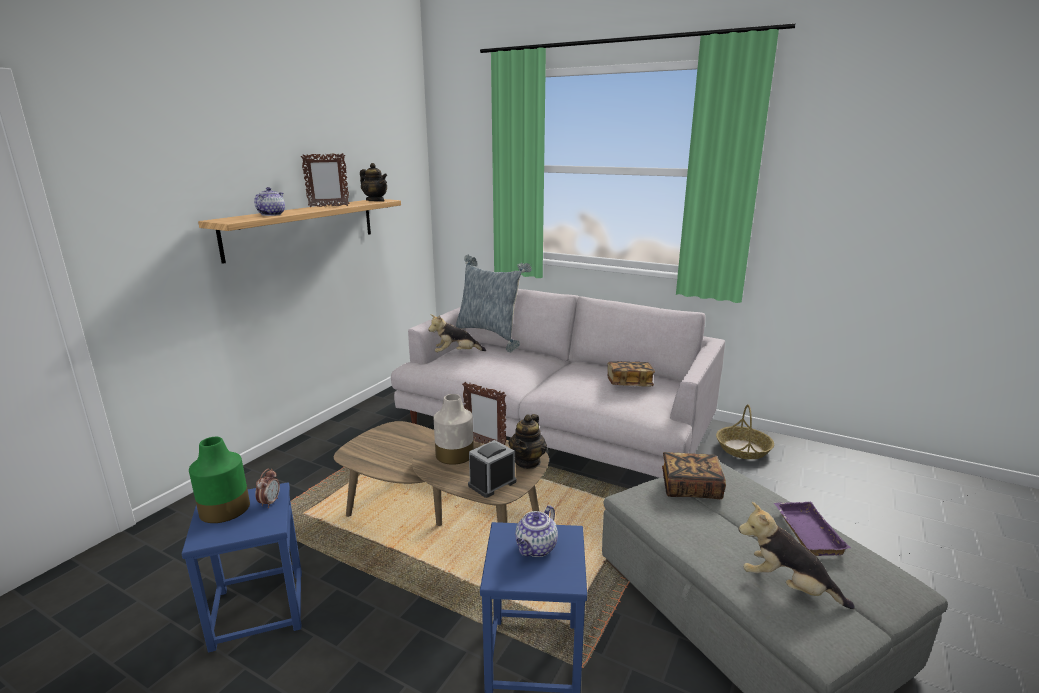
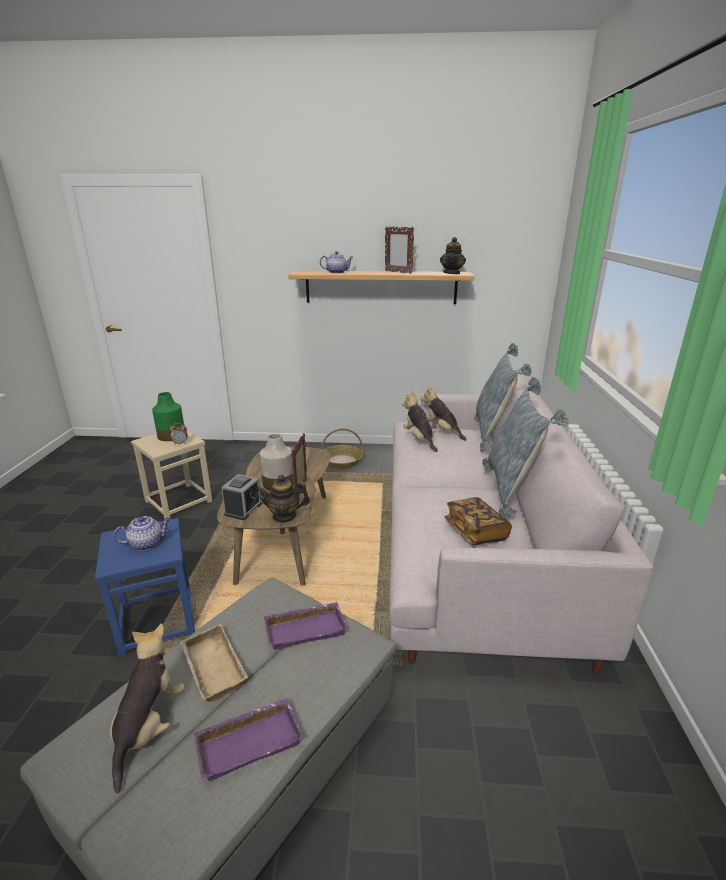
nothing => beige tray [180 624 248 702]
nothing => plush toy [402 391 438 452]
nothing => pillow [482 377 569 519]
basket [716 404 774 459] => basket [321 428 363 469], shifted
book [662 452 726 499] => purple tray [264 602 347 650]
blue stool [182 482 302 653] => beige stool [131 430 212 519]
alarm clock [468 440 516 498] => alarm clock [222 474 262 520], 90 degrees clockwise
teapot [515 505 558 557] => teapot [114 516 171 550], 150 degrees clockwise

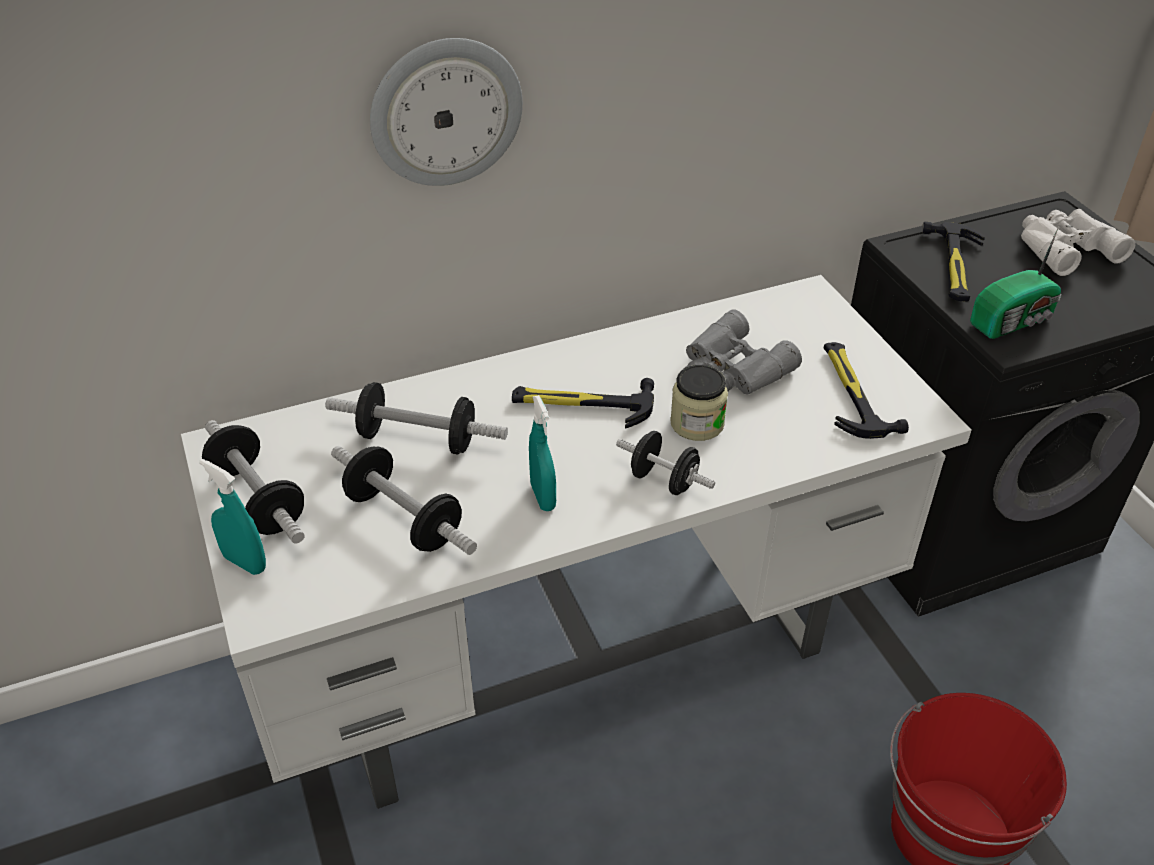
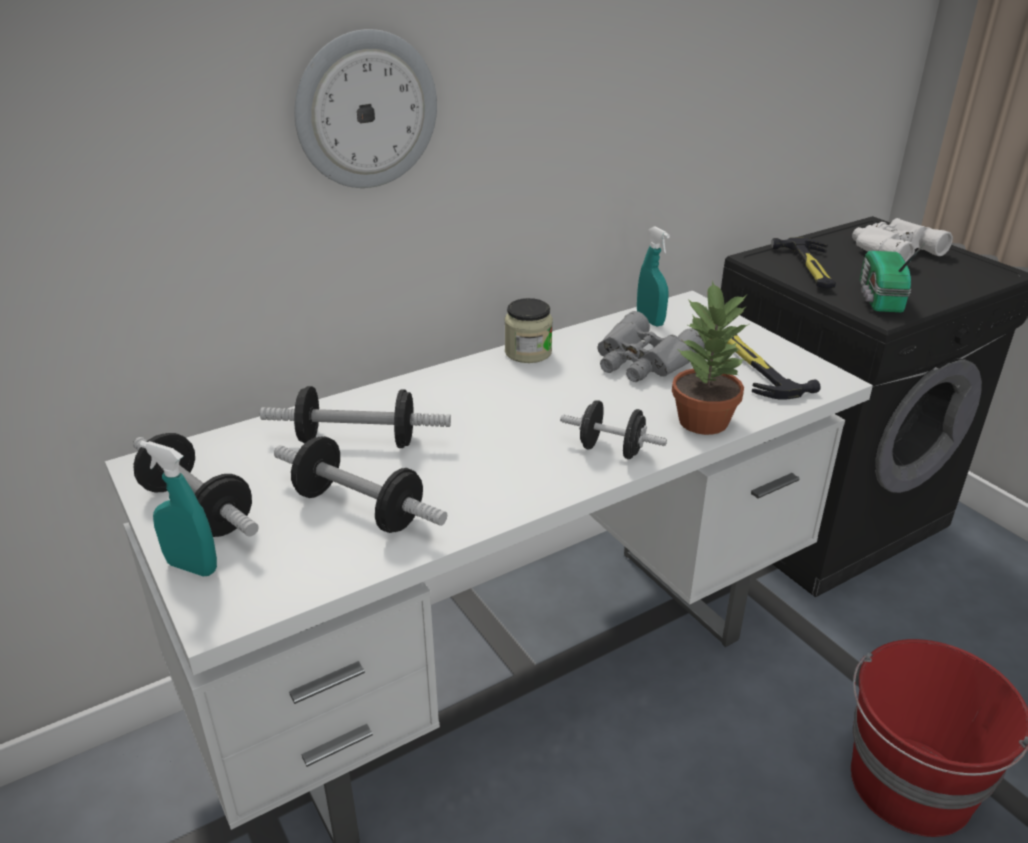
hammer [512 378 654 429] => nothing
nothing => potted plant [672 281 749 435]
turquoise spray bottle [529 395 556 511] => turquoise spray bottle [637 226 670 327], shifted
jar [670 365 728 441] => jar [505 298 553 363], shifted
radio [970 229 1062 339] => radio [860 243 925 312], 135 degrees clockwise

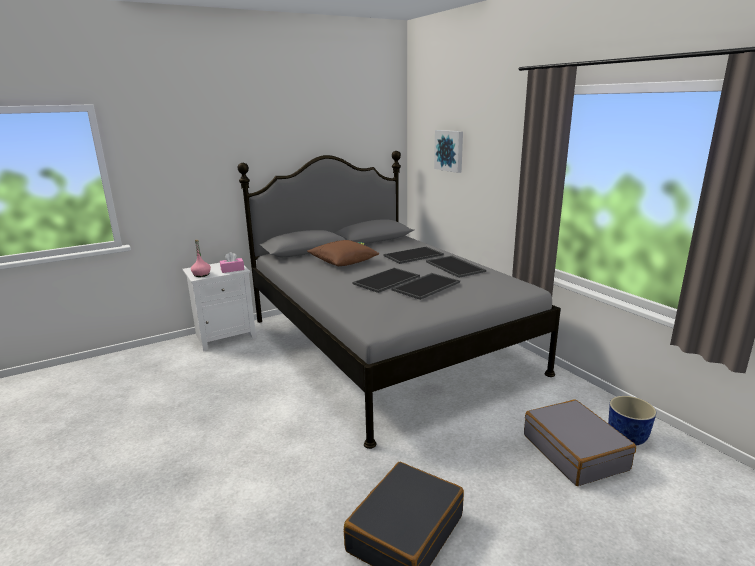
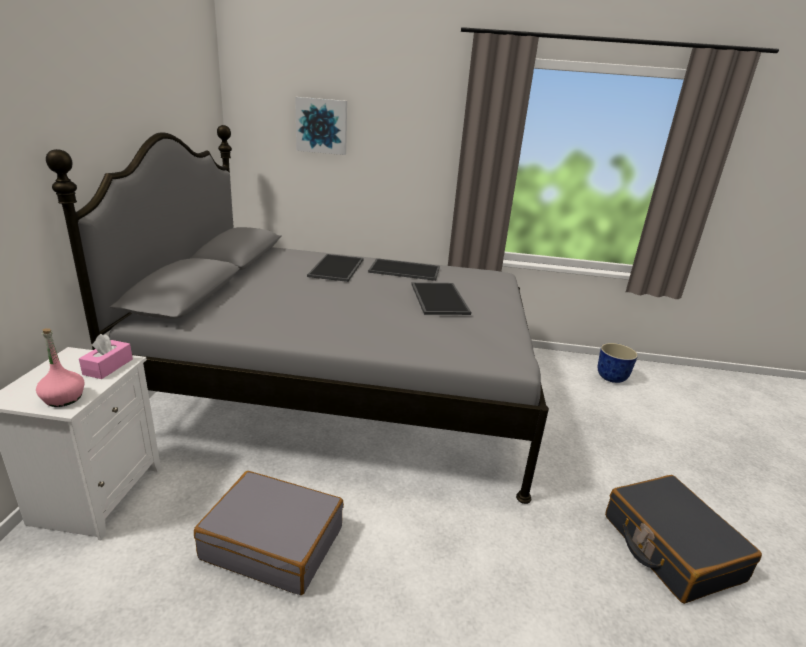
brown pillow [307 240 379 266] => nothing
tray [353 268 420 293] => nothing
grey suitcase [524 399 636 486] => grey suitcase [194 471 344 595], shifted

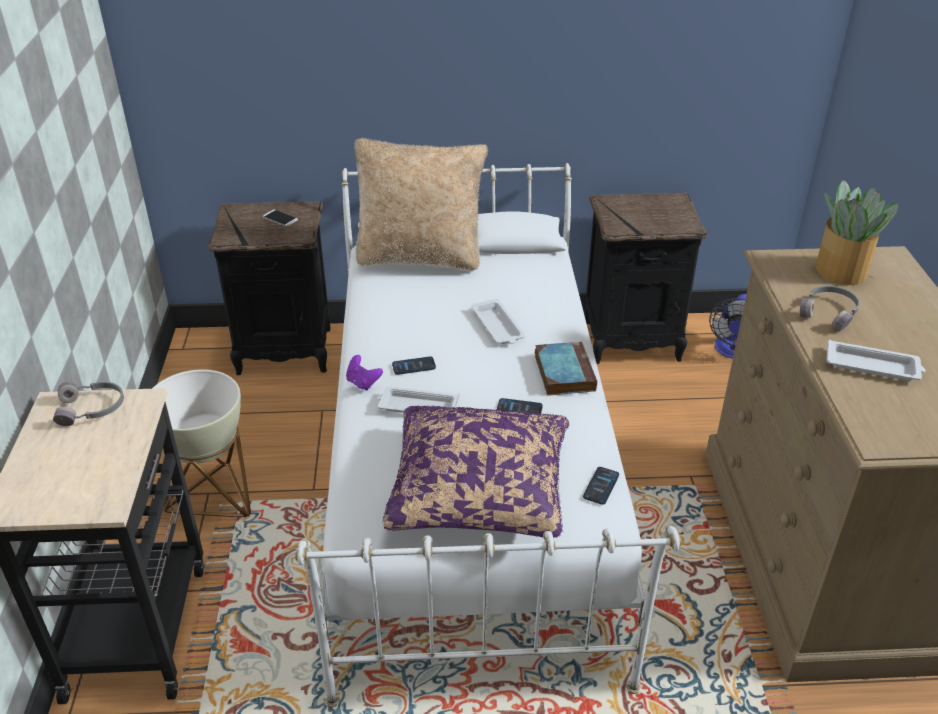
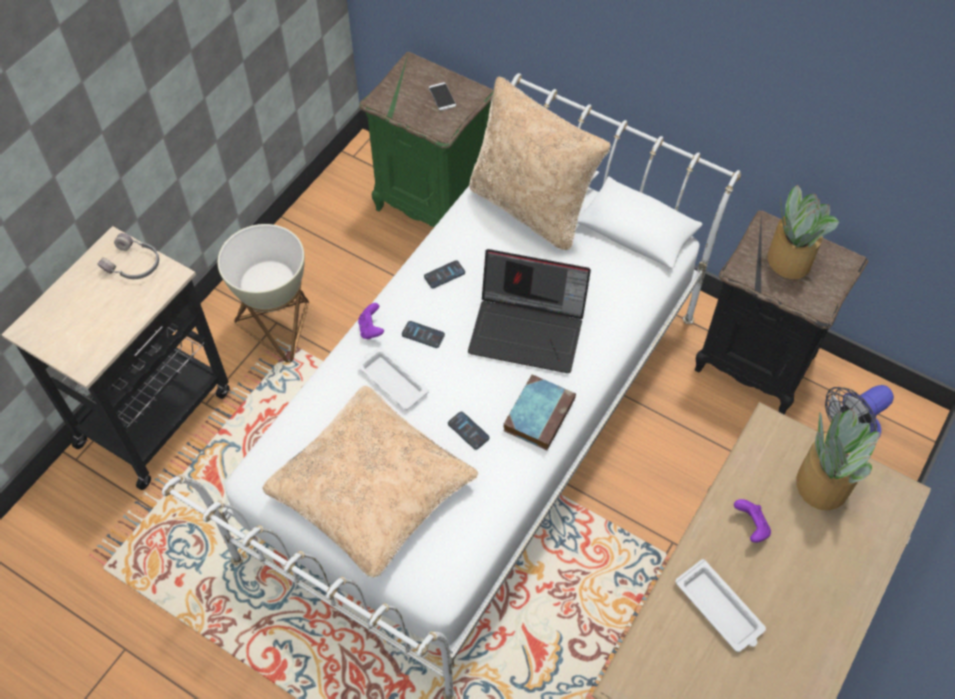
nothing => potted plant [767 185 839 279]
phone [583 467 619 505] => phone [424 260 465 288], shifted
white tray [471 299 525 344] => laptop [468 249 591 373]
grey headphones [800 286 860 331] => purple game controller [734 499 771 543]
black nightstand [207 202 331 375] => green nightstand [359 52 494 227]
purple pillow [382 406 569 537] => beige pillow [262 385 479 578]

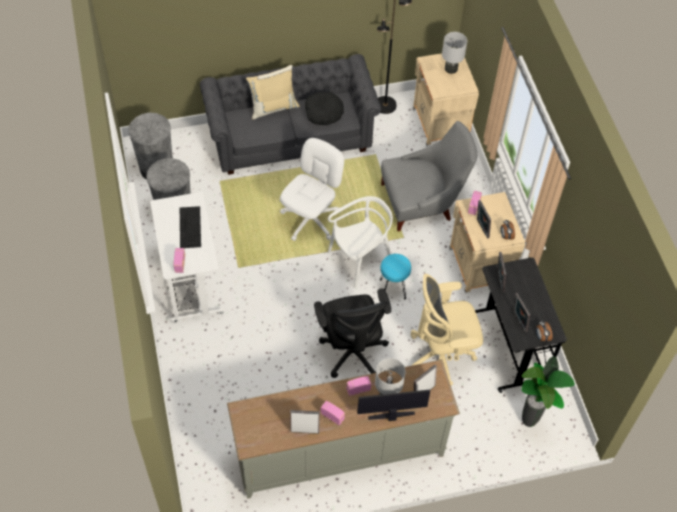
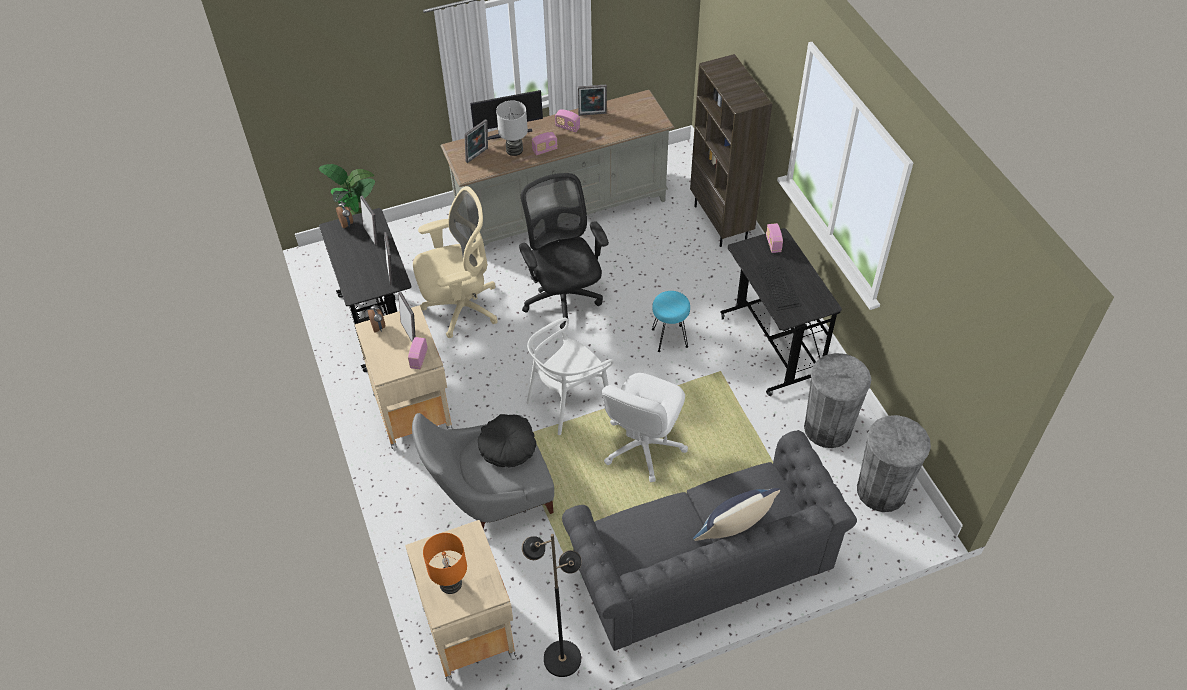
nothing => brown bookcase [690 54 772 247]
black pillow [305 92 344 125] => black pillow [478 414 536 467], shifted
turquoise stool [380 254 411 299] => turquoise stool [652 291 690 352], shifted
white desk [150 192 224 324] => black desk [720 228 842 396]
beige pillow [246 65 300 120] => blue pillow [693 488 780 541]
grey table lamp [442 32 467 74] => orange table lamp [423 533 467 594]

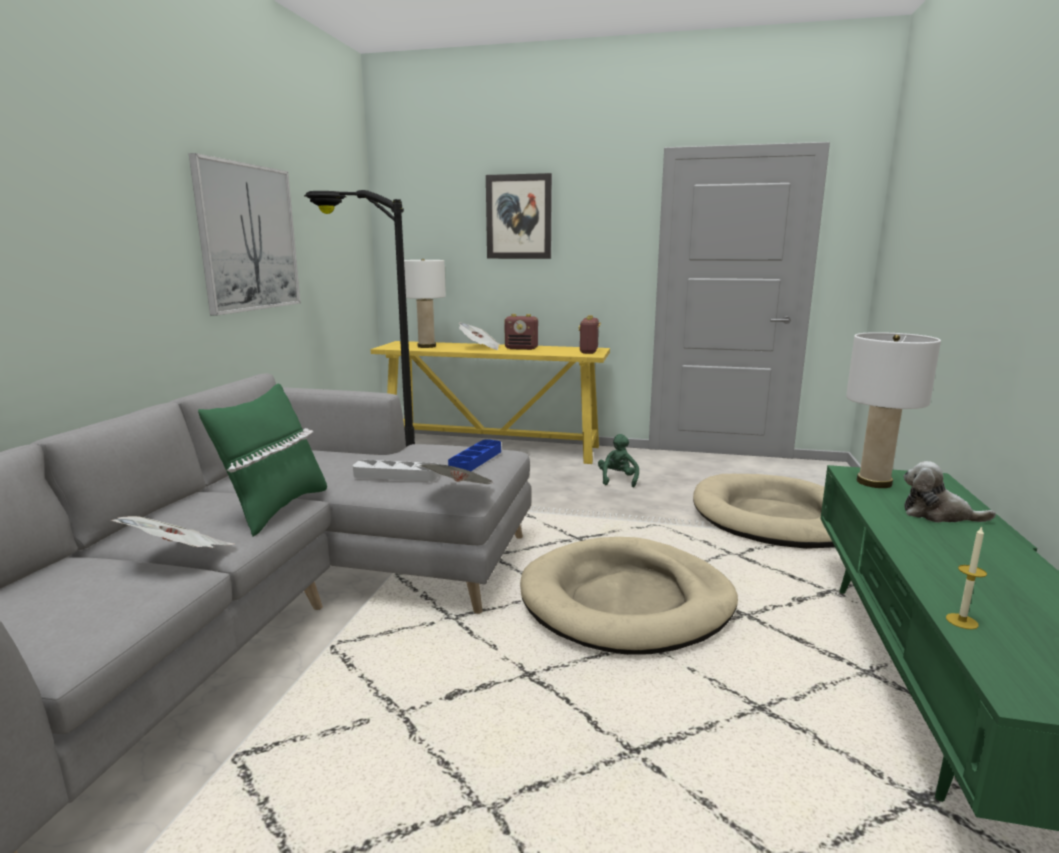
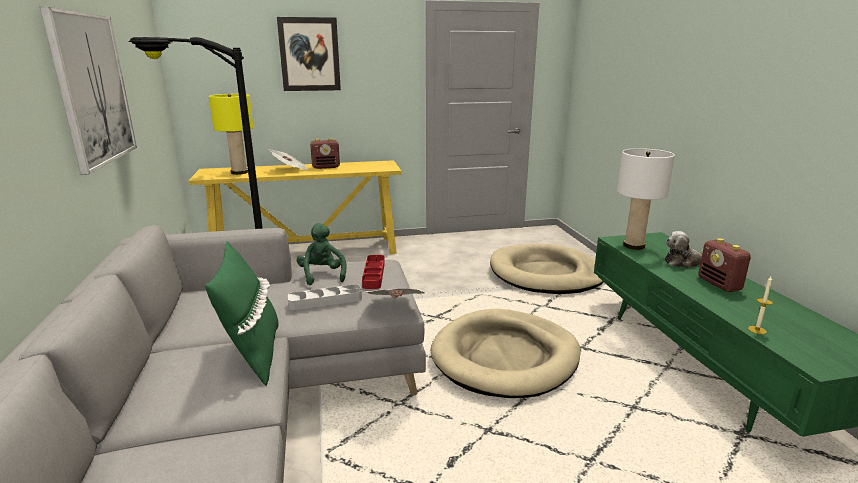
newspaper [111 516 235 548] => nothing
radio [578 315 601 354] => radio [698 238 752 292], shifted
green plush toy [598 434 639 487] => green plush toy [296 223 346 285], shifted
white table lamp [404 259 446 348] => yellow table lamp [209 94 253 175]
blue tray [448 439 501 471] => red tray [362 255 385 289]

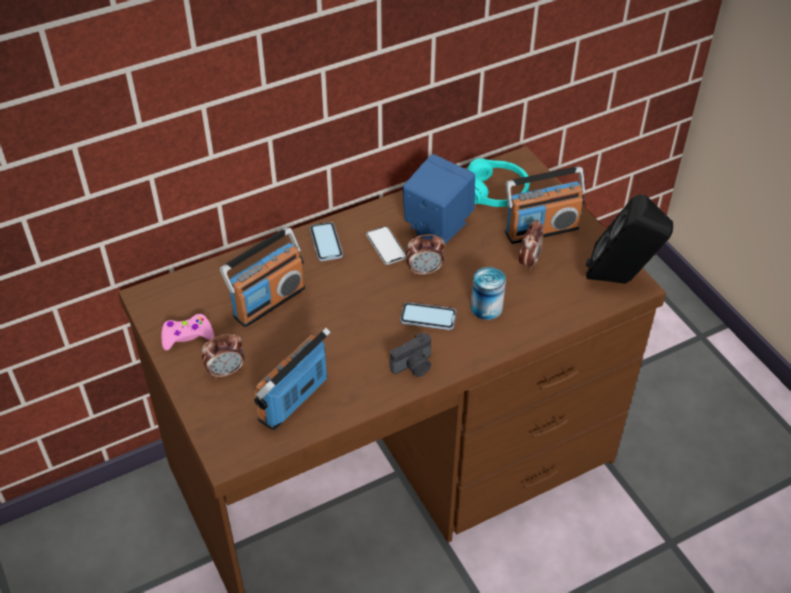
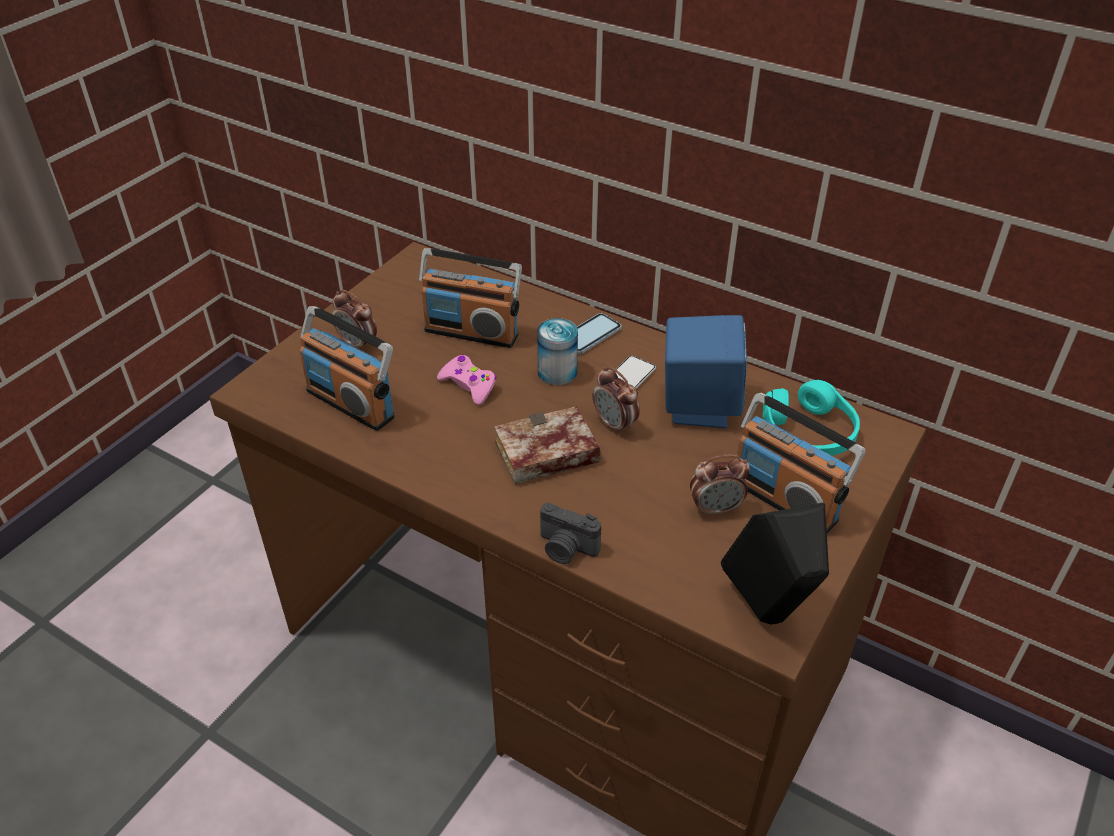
pink game controller [161 314 214 350] => pink game controller [437 355 497 405], shifted
photo camera [390 333 431 377] => photo camera [540 503 601 564], shifted
can [471 267 506 320] => can [537 318 578 385], shifted
phone [400 302 456 330] => book [494 406 601 484]
radio [254 328 331 430] => radio [299 306 395 431], 150 degrees counterclockwise

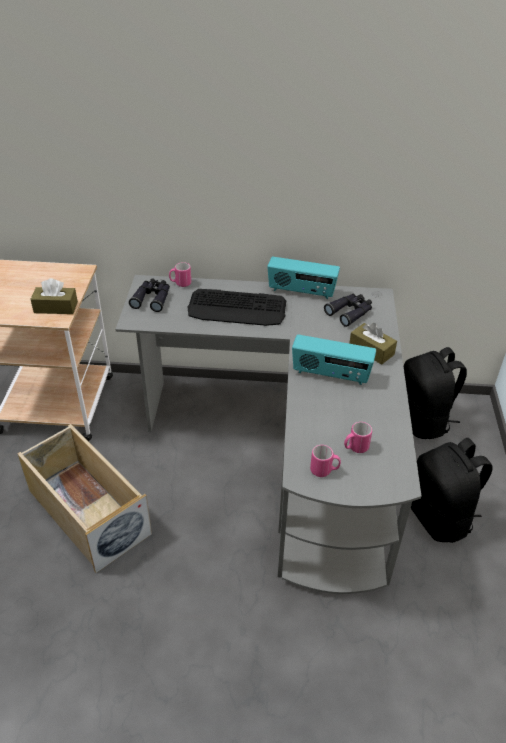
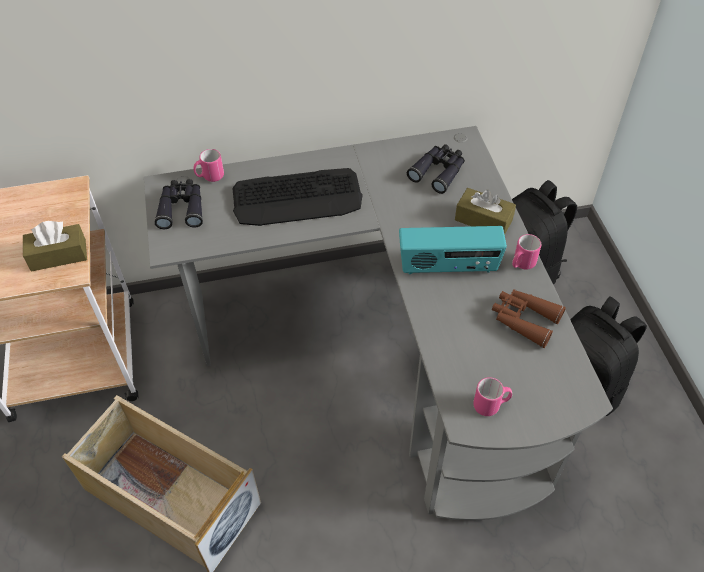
radio [267 257 340 299] => nothing
nothing => brown binoculars [492 289 566 348]
pink mug [344 422 372 453] => pink mug [512 234 541 270], shifted

